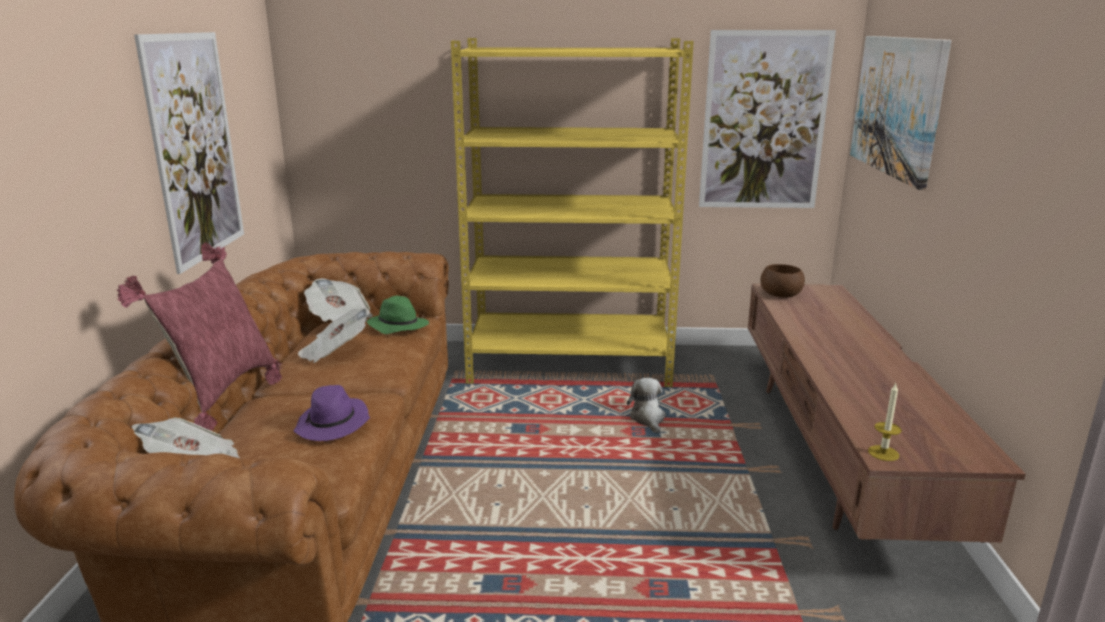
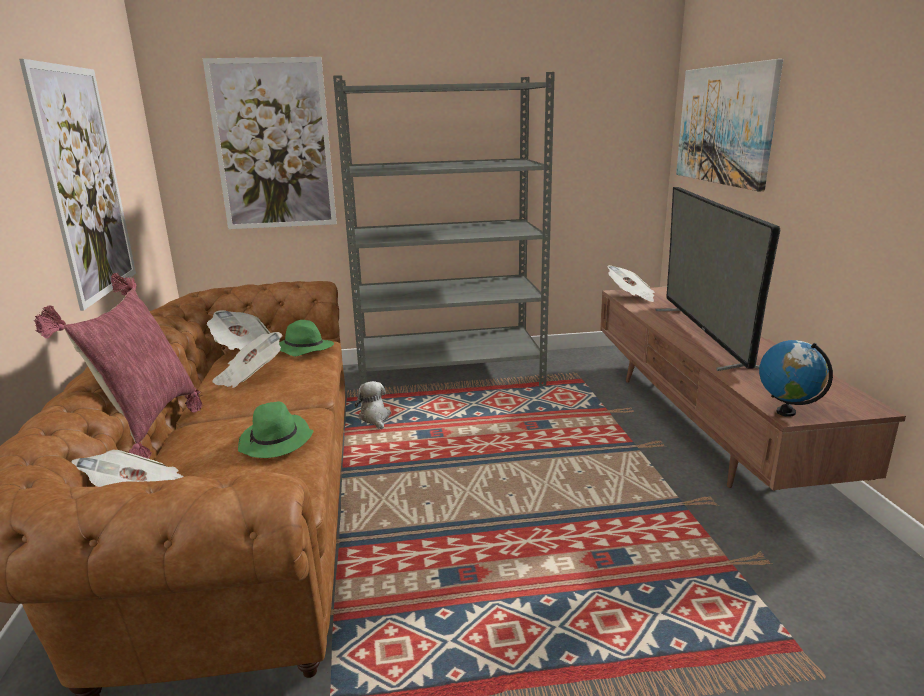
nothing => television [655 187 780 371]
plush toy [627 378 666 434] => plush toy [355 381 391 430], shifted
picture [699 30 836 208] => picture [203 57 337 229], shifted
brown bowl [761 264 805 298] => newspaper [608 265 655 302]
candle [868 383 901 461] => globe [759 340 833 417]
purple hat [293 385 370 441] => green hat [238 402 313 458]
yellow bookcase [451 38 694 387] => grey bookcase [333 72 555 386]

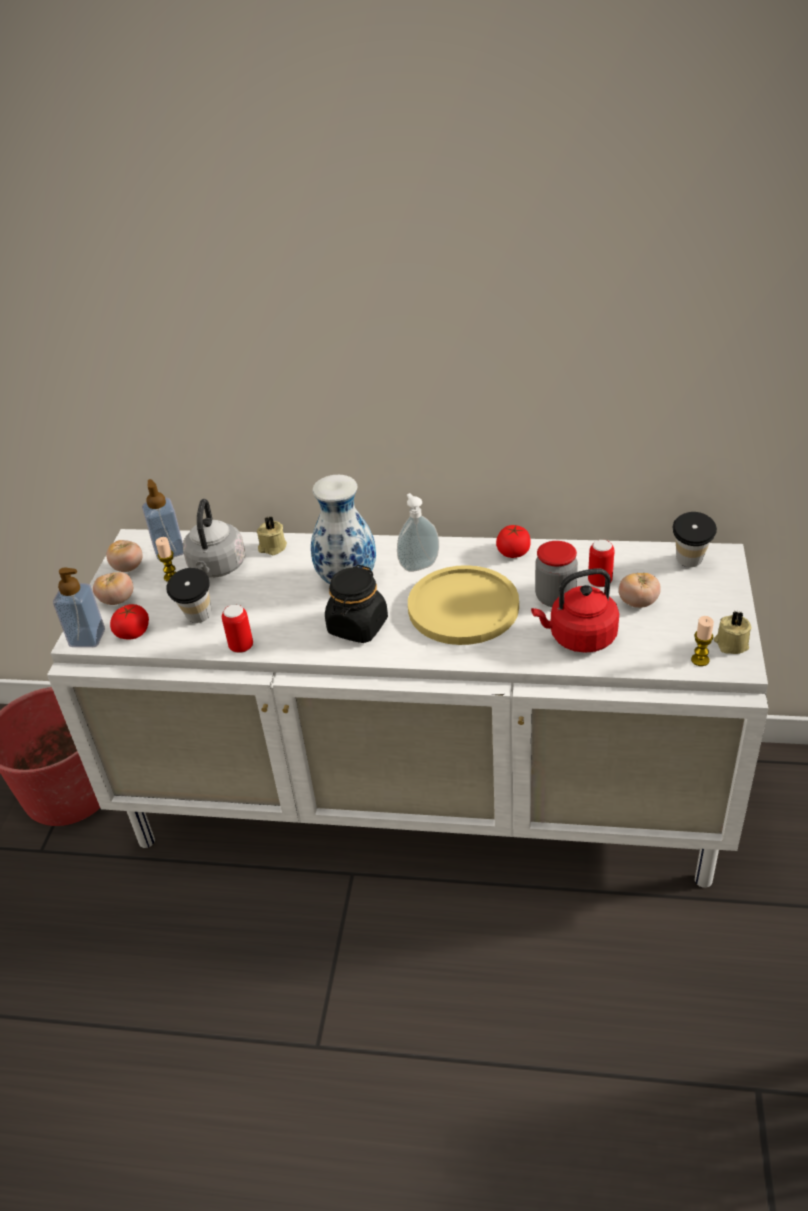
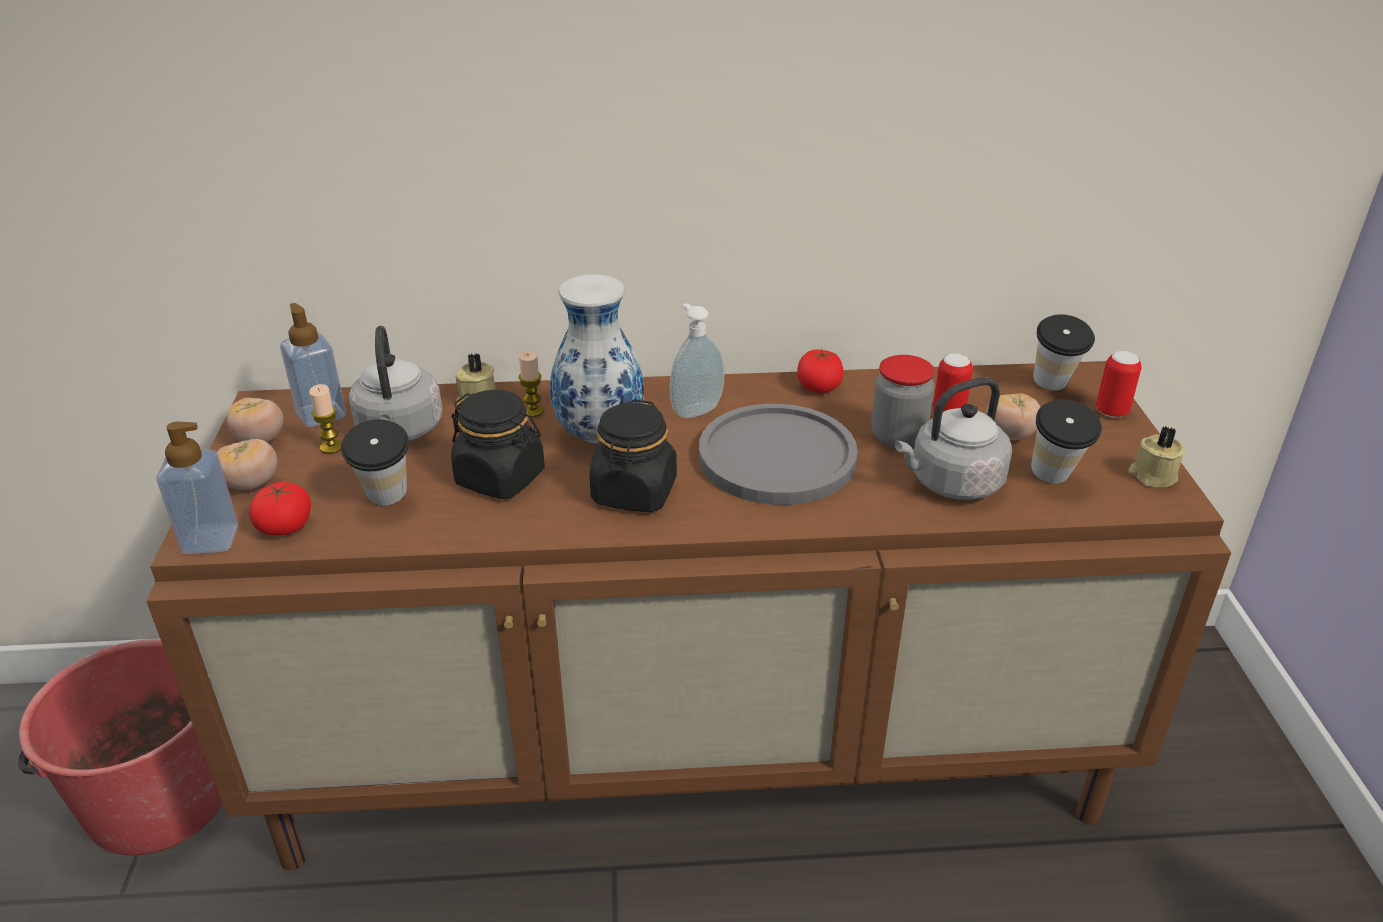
nothing => black jar [451 390 545 499]
nothing => cup [1031 399 1102 484]
can [222 605 253 653] => can [1096 351 1142 418], shifted
candle [691 616 714 666] => candle [519 350 544 417], shifted
white cabinet [47 529 768 888] => brown cabinet [147 361 1231 871]
yellow plate [408 565 519 645] => grey plate [699 404 858 505]
red kettle [531 568 619 653] => grey kettle [895 377 1012 500]

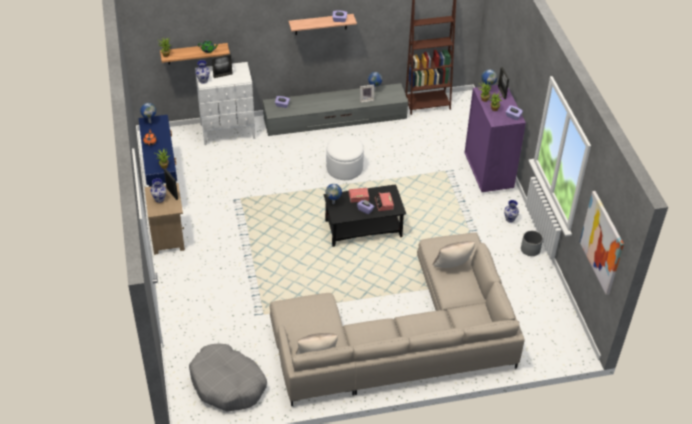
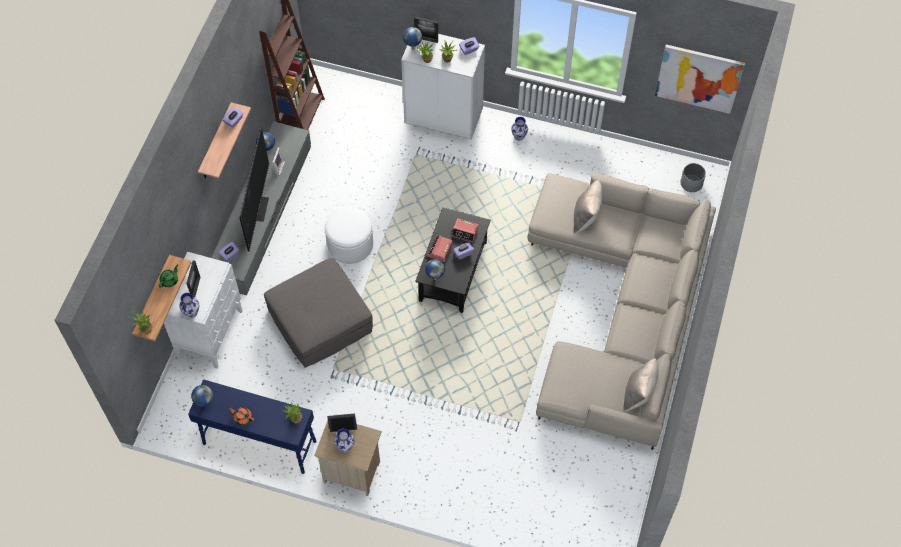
grey dog bed [189 343 267 411] => nothing
nothing => television [240 127 269 252]
nothing => grey ottoman [264 258 373 368]
grey planter [521 231 543 256] => grey planter [681 163 706 192], shifted
purple cabinet [464 85 526 192] => white cabinet [401 34 485 140]

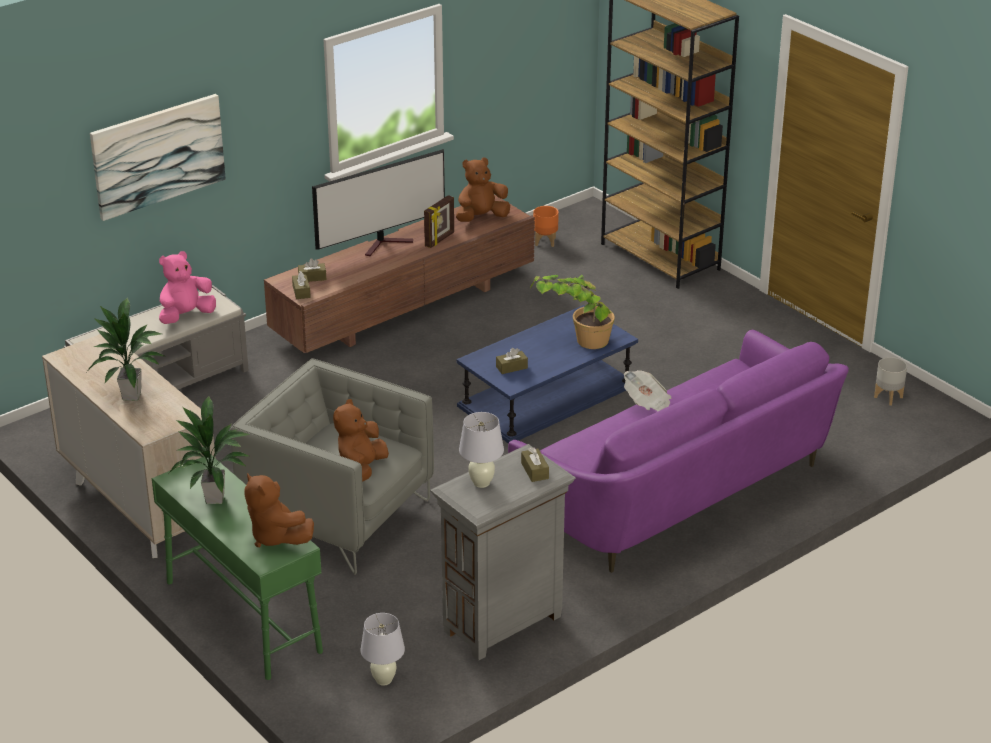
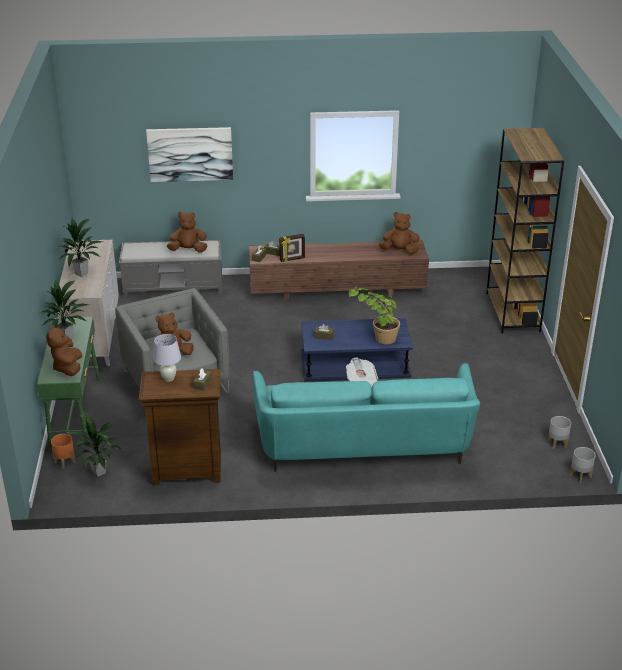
television [312 149 445 256] => nothing
nothing => grey planter [570 447 596 483]
picture frame [424 195 454 248] => picture frame [279 234 305 262], shifted
orange planter [533 206 559 247] => orange planter [51 434 76 469], shifted
white table lamp [360 613 405 686] => potted plant [66 413 123 477]
pink plush toy [159 251 216 324] => brown plush toy [167 212 208 252]
grey cabinet [430 444 576 661] => brown cabinet [139 369 221 485]
purple sofa [508 330 849 573] => turquoise sofa [253 363 480 472]

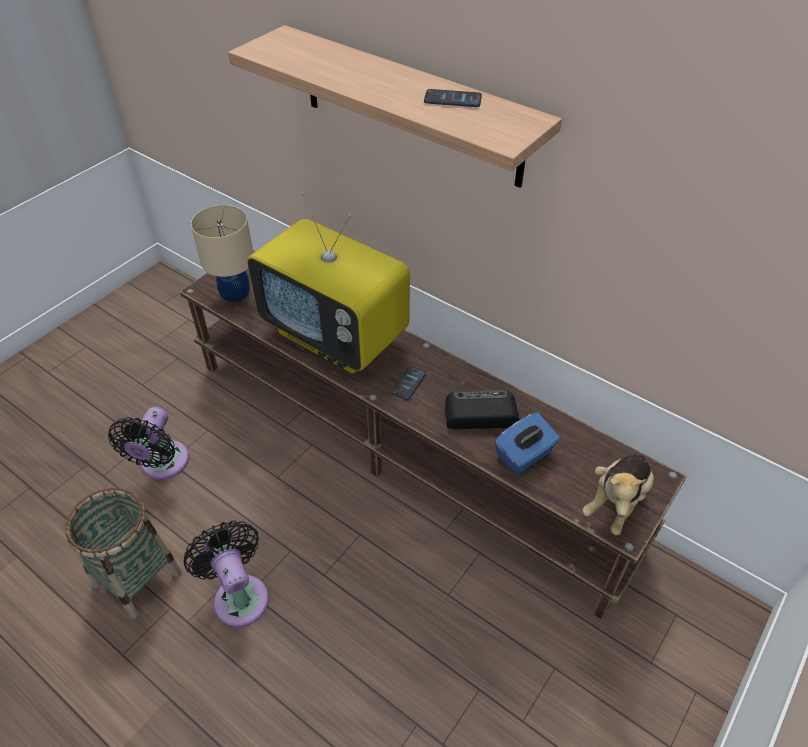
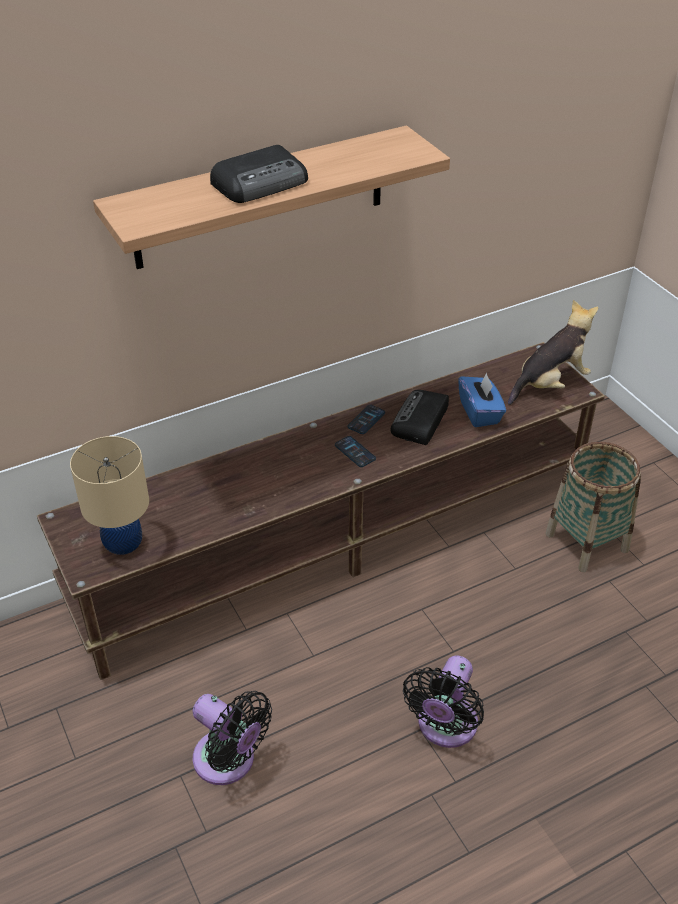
television [247 192 410 374] => nothing
nothing => radio [210 145 308 203]
basket [65 488 182 619] => basket [545 442 641 572], shifted
phone [424 89 482 107] => phone [347 405 385 434], shifted
black fan [184 521 269 627] => black fan [403 655 484 748], 60 degrees counterclockwise
plush toy [582 452 654 535] => plush toy [508 300 598 405], 90 degrees counterclockwise

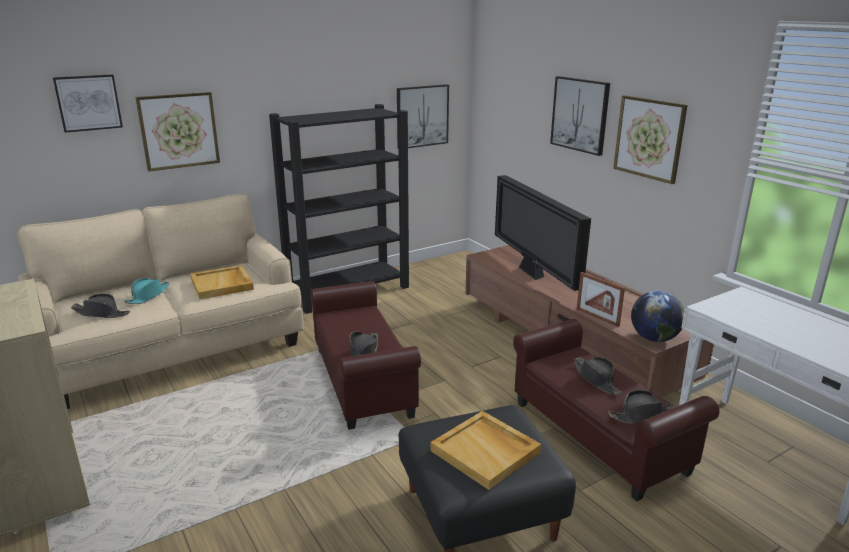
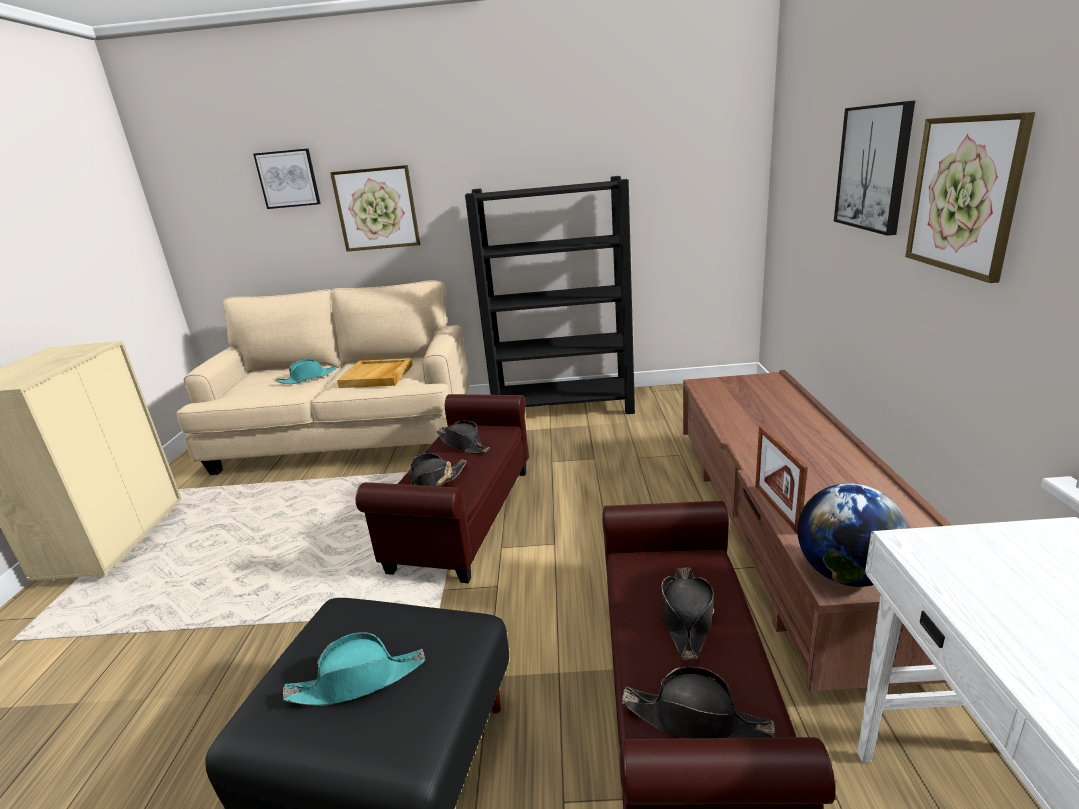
picture [397 84 449 149] => nothing
television [495 175 591 291] => nothing
black hat [71 294 130 318] => black hat [436 420 490 453], shifted
beige tray [430 411 541 490] => turquoise hat [283 632 425 706]

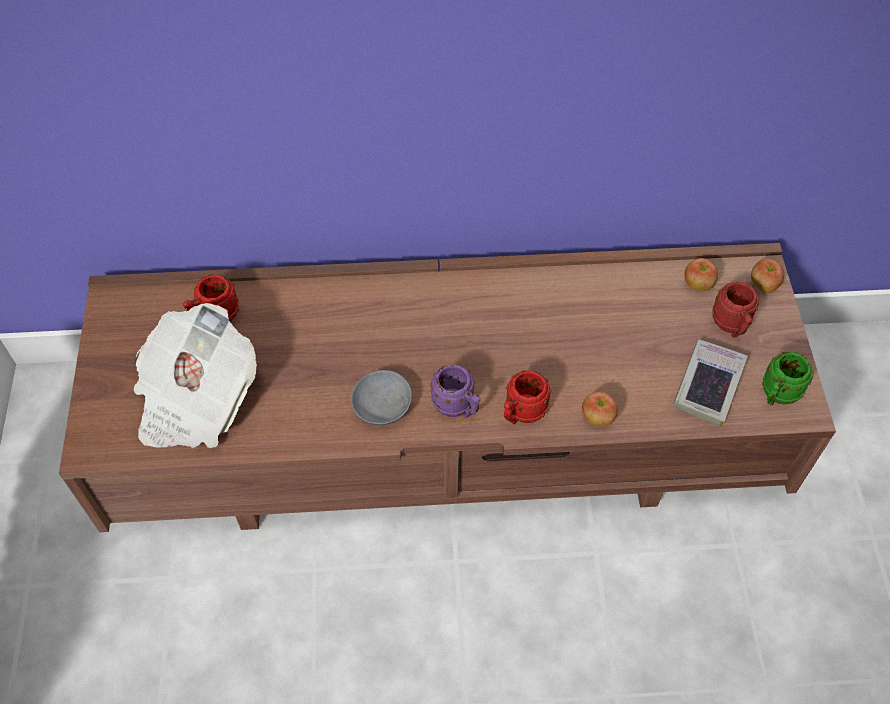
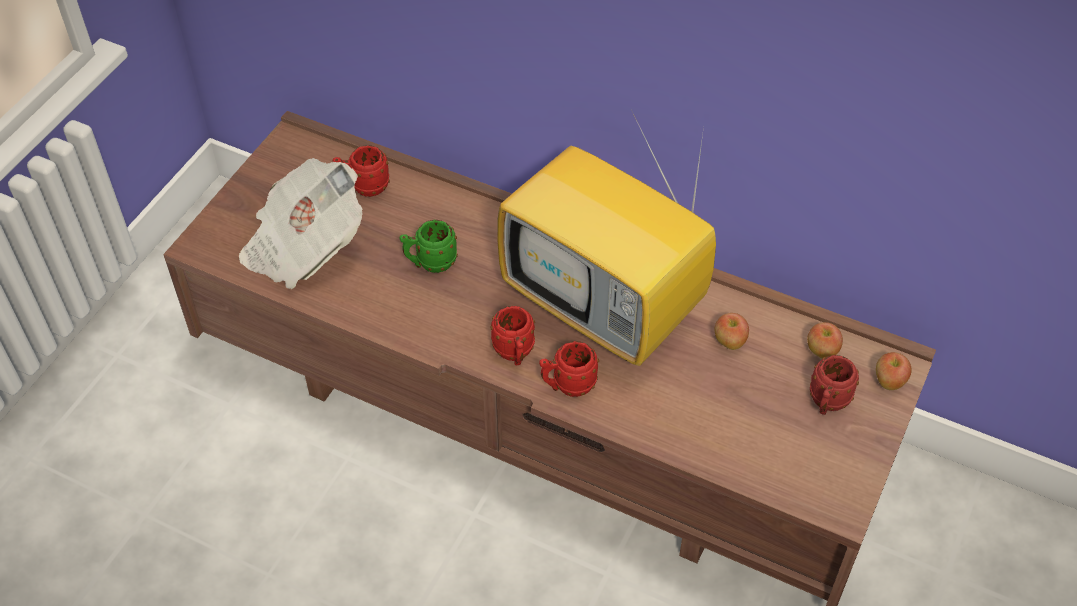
grey bowl [351 370 412 425] => nothing
book [673 339 748 427] => nothing
nothing => television [497 112 716 366]
apple [582 391 618 426] => apple [715 313 749 350], shifted
green mug [762 352 814 406] => green mug [400 220 458 273], shifted
purple mug [430 364 480 418] => red mug [491 306 535 365]

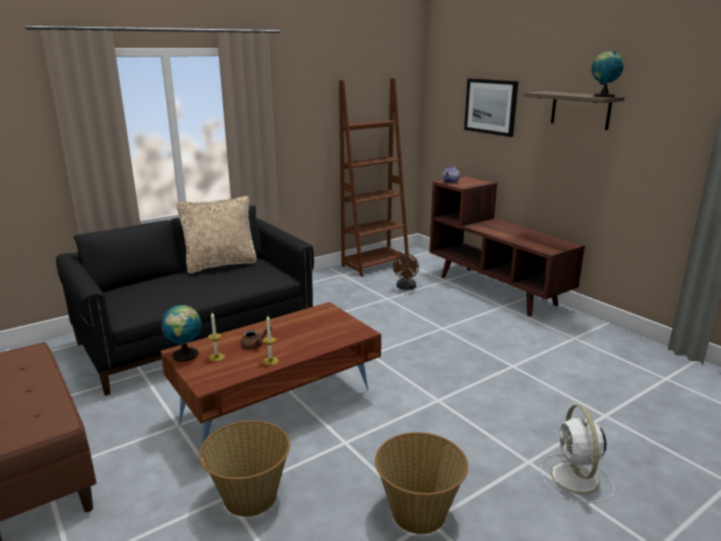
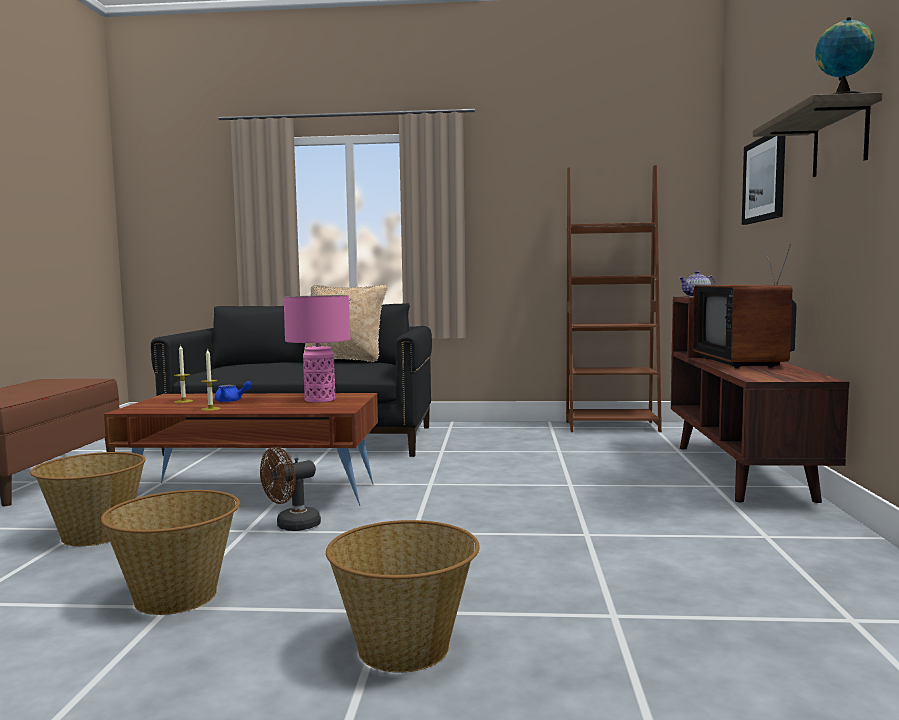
globe [161 303 201 361] => nothing
nothing => pink table lamp [284 295 350 403]
nothing => television [693 244 797 368]
brown fan [393 254 419 290] => brown fan [260 447 321 531], shifted
white fan [541 405 615 503] => basket [326 520 480 673]
brown teapot [240 326 272 349] => blue teapot [214 381 252 402]

